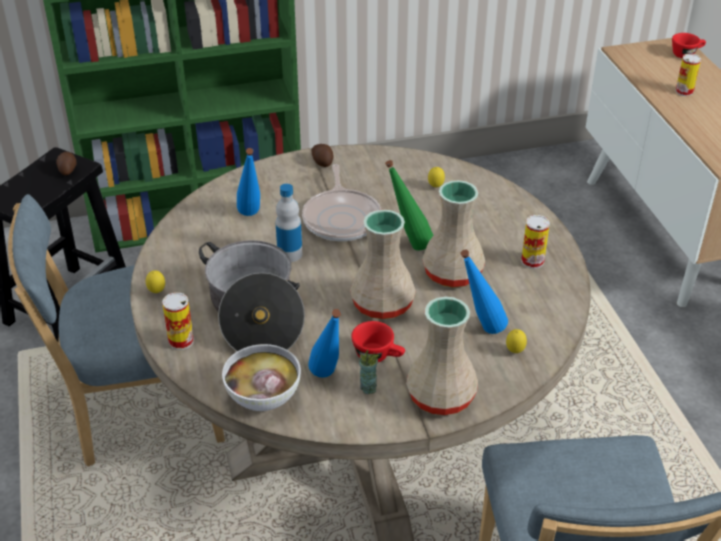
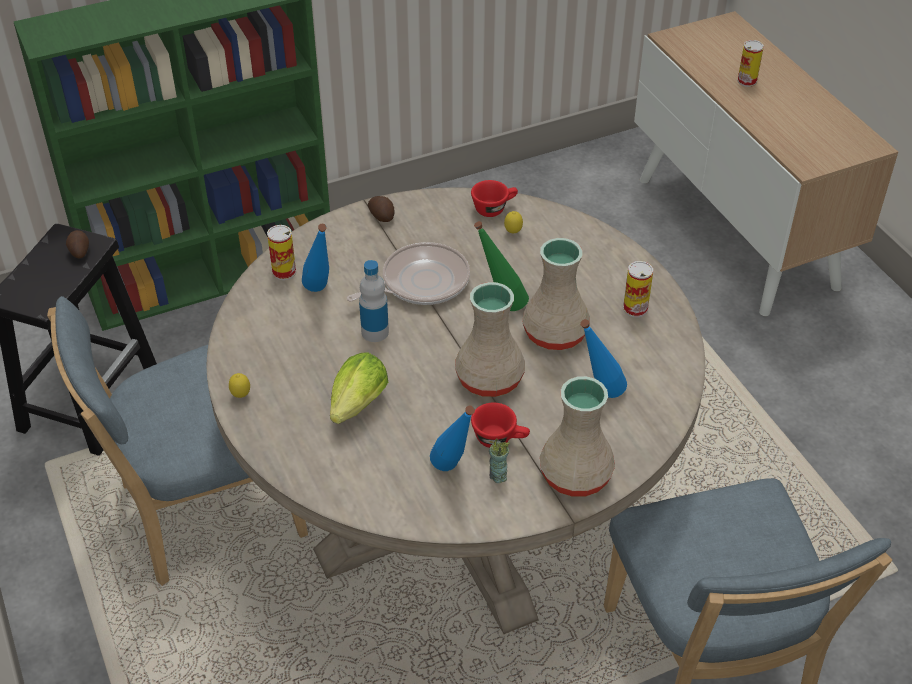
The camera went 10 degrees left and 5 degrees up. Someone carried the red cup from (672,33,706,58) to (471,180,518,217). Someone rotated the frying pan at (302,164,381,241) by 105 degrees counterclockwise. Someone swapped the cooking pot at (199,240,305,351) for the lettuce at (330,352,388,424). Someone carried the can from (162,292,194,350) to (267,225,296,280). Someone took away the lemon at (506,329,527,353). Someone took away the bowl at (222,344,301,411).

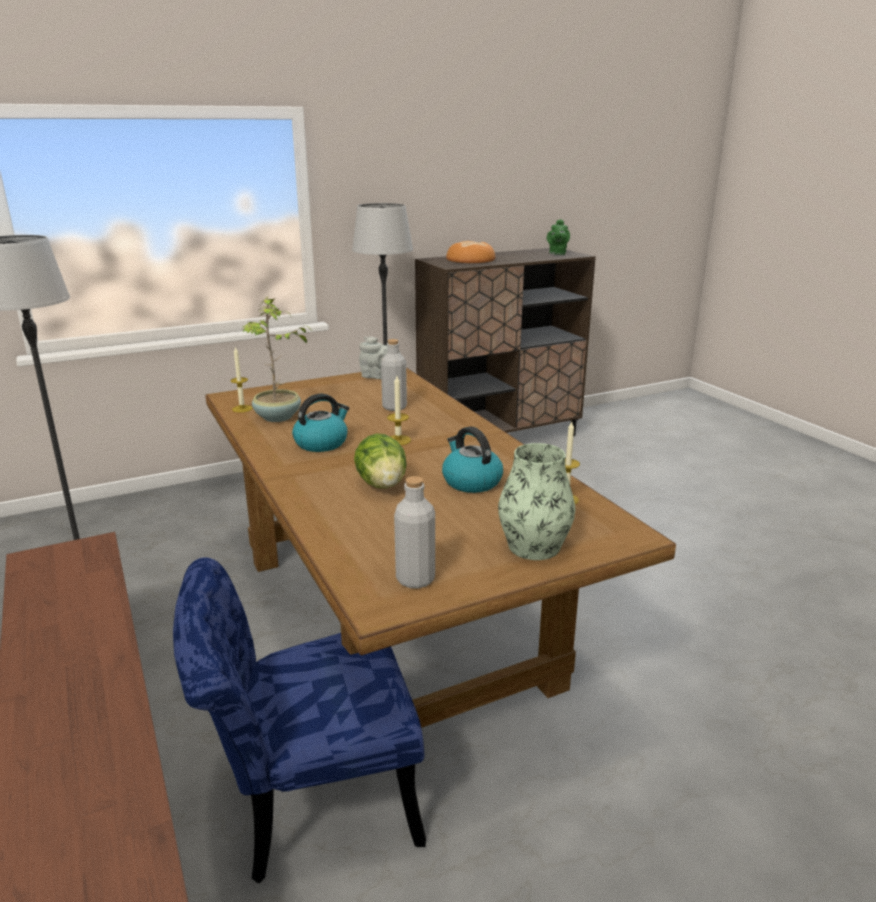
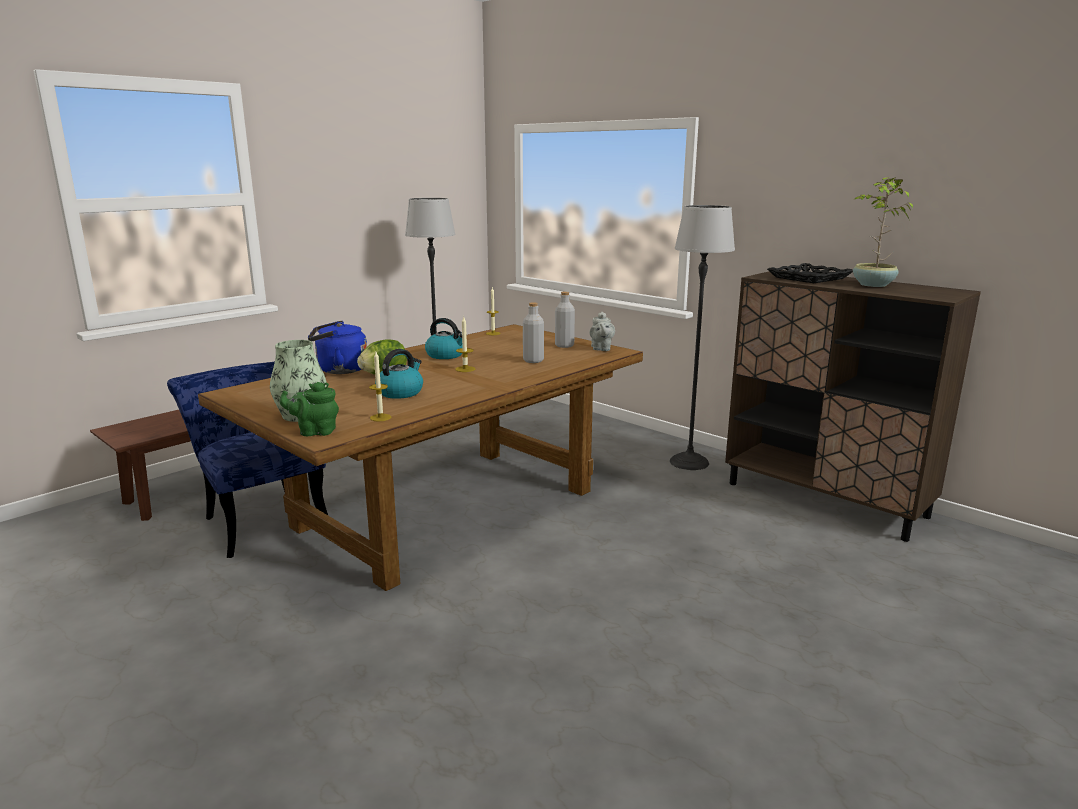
The camera went 70 degrees right and 5 degrees down. Someone carried the green teapot from (547,219,570,255) to (279,382,339,436). Someone swapped the bread at (446,241,495,263) for the black tray at (767,263,853,283). Someone carried the potted plant from (242,297,309,422) to (853,177,913,287). Someone carried the grey bottle from (394,476,435,589) to (555,292,575,348). Someone put down the blue kettle at (308,321,367,374).

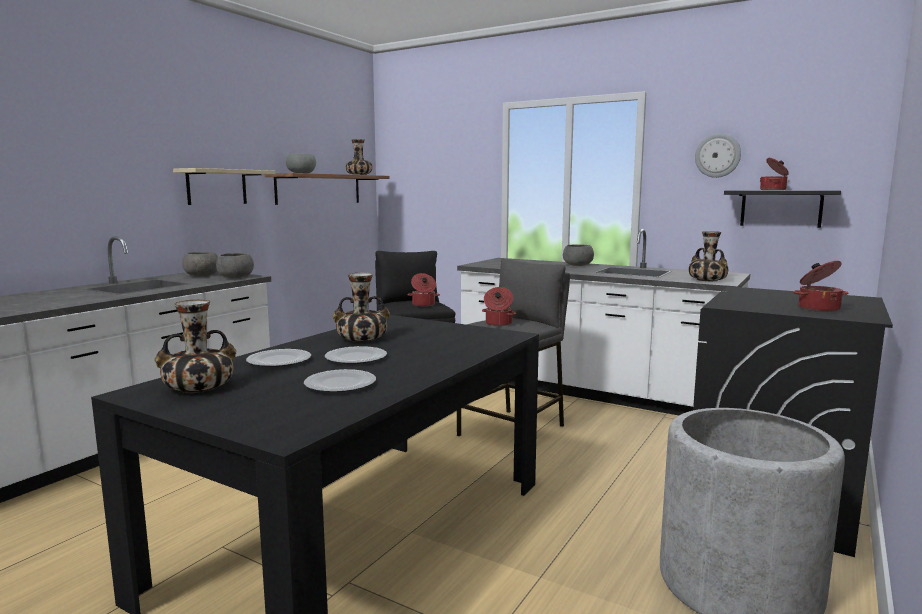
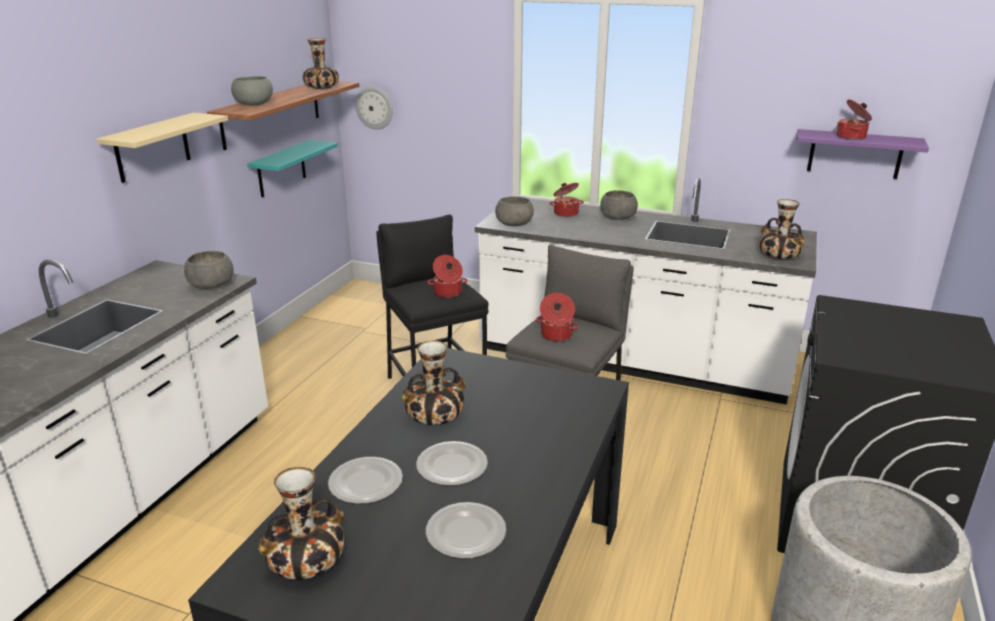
The camera went 10 degrees left and 15 degrees up. Someone carried the wall clock from (695,133,741,178) to (355,87,393,130). Someone repainted the black shelf at (724,191,841,228), which became the purple shelf at (796,129,929,179). Someone carried the grey bowl from (182,252,218,276) to (495,196,534,226). Someone carried the cooking pot from (793,261,848,312) to (549,183,584,217). Someone put up the turquoise shelf at (247,140,338,197).

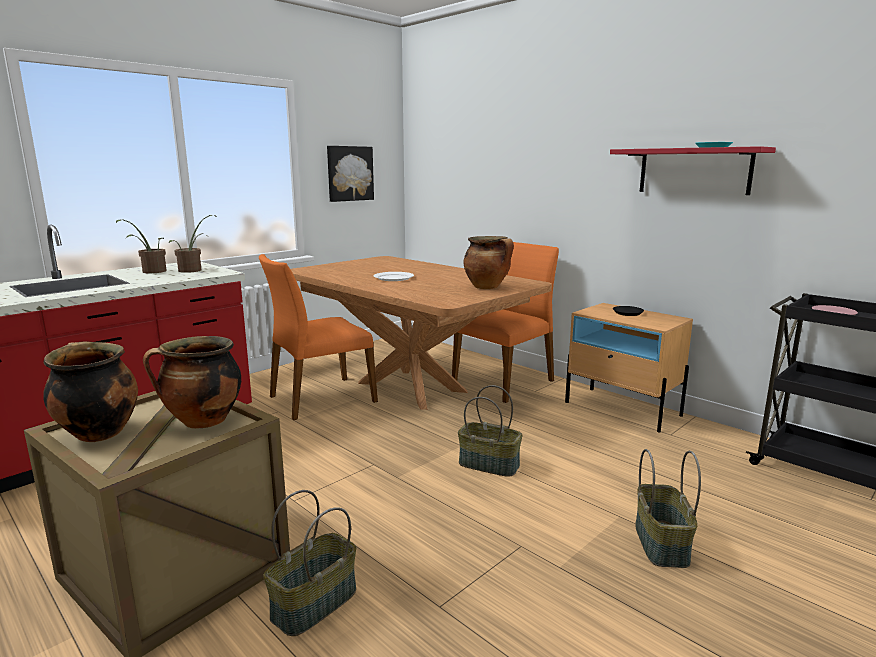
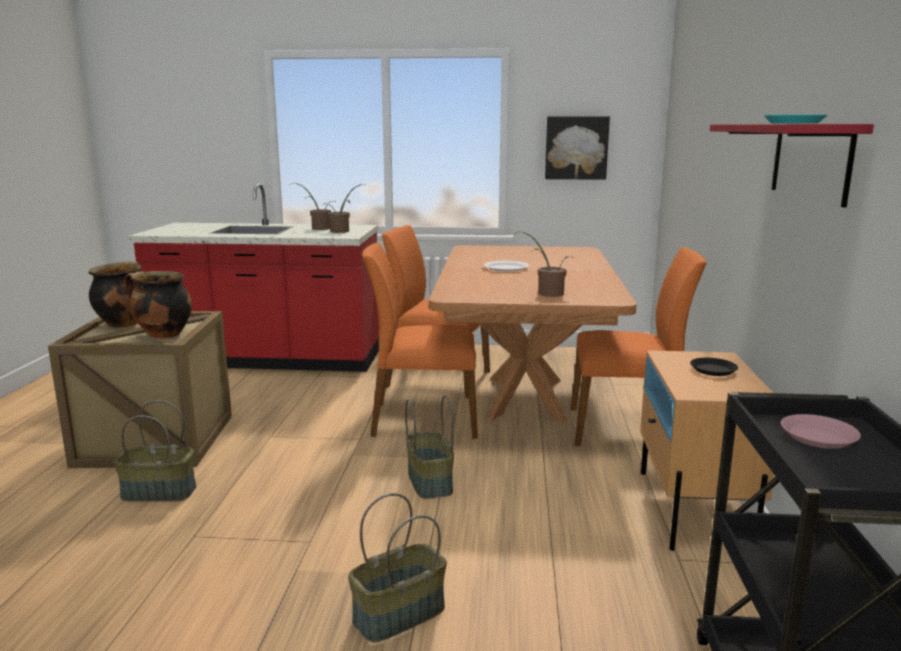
The camera went 50 degrees right and 0 degrees up. Someone swapped the cooking pot at (464,236,514,289) for the potted plant at (513,231,570,297). Someone put down the orange chair at (362,243,478,439).

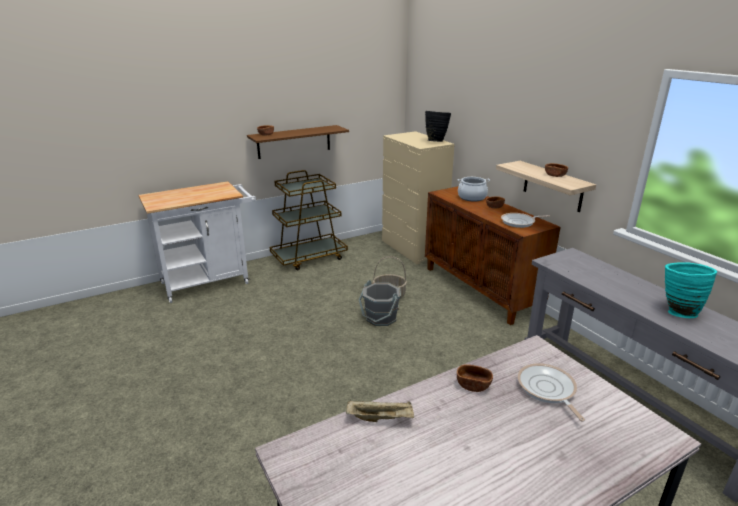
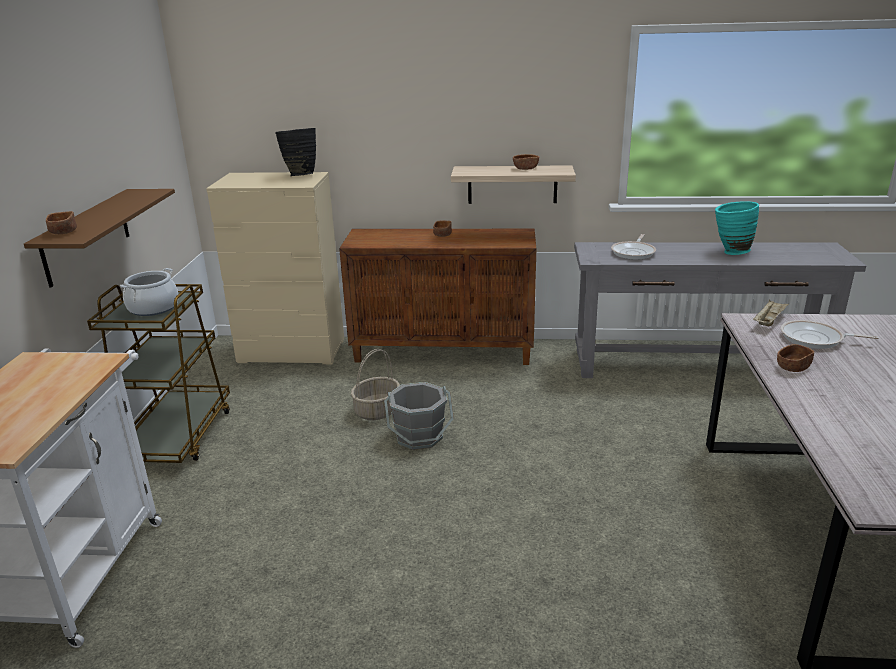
The camera went 55 degrees left and 0 degrees up. Someone carried the cooking pot from (457,177,490,202) to (120,268,178,316). Someone carried the frying pan from (501,213,550,228) to (611,234,656,260). Someone carried the beige tray from (346,400,414,422) to (753,299,789,326).

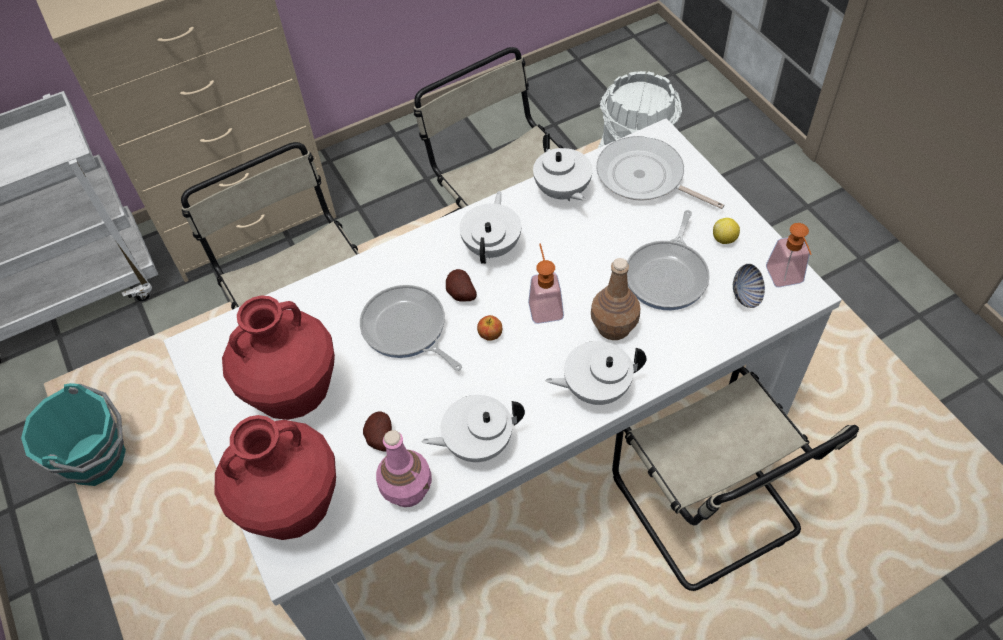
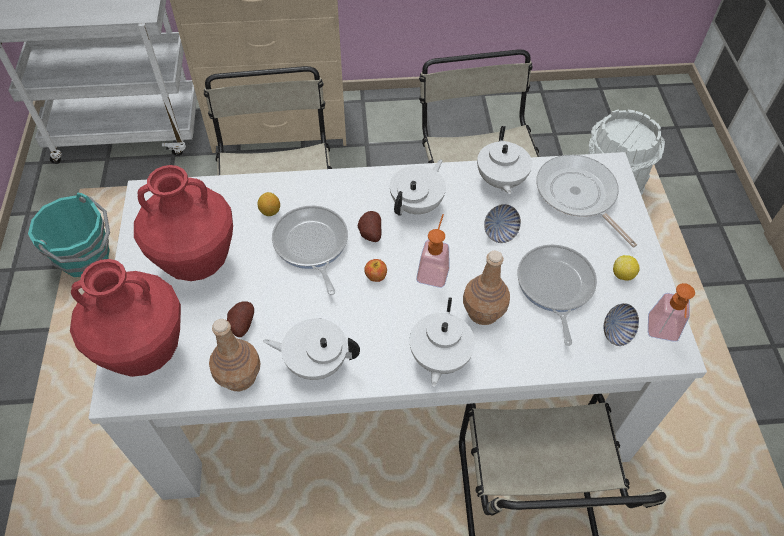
The camera went 20 degrees right and 0 degrees up. Someone rotated the frying pan at (627,210,710,310) by 135 degrees clockwise. Someone rotated the white teapot at (545,341,647,405) by 90 degrees counterclockwise. Someone repainted the pink bottle at (376,430,432,507), which became the brown bottle at (209,319,261,391). Someone put down the lemon at (258,192,280,216). Someone put down the bowl at (484,204,521,243).

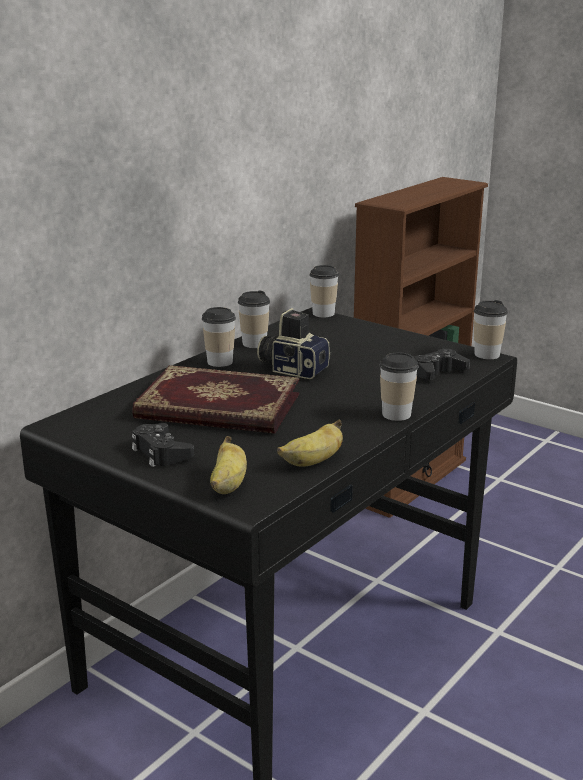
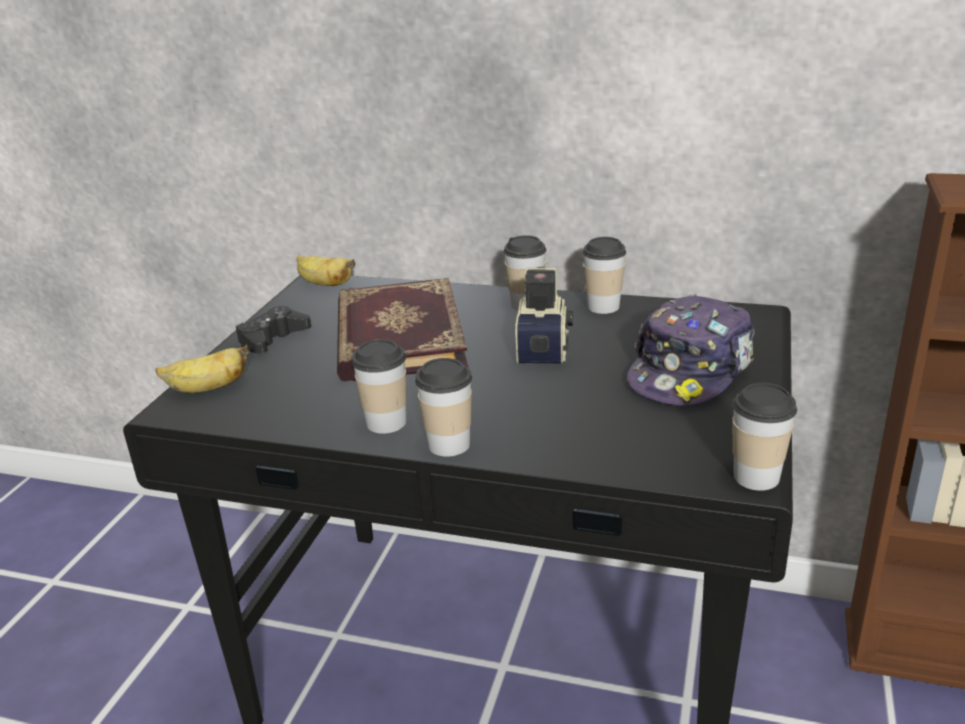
The camera went 70 degrees right and 5 degrees up. Someone carried the cup from (309,265,339,317) to (351,339,407,434). Someone took away the black game controller at (413,349,470,380). Someone carried the banana from (277,419,343,467) to (297,255,355,286). Someone put down the cap at (627,293,755,406).

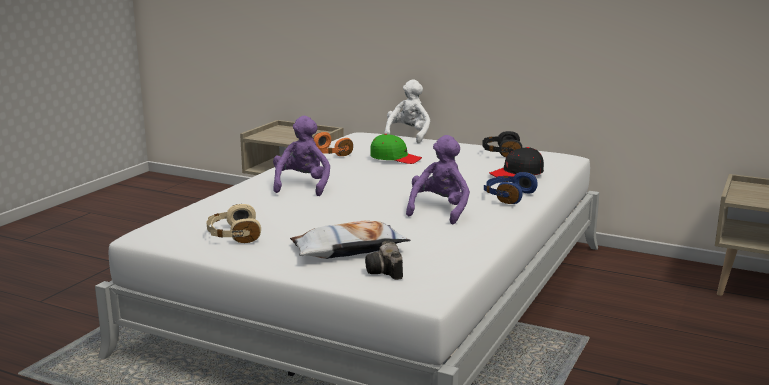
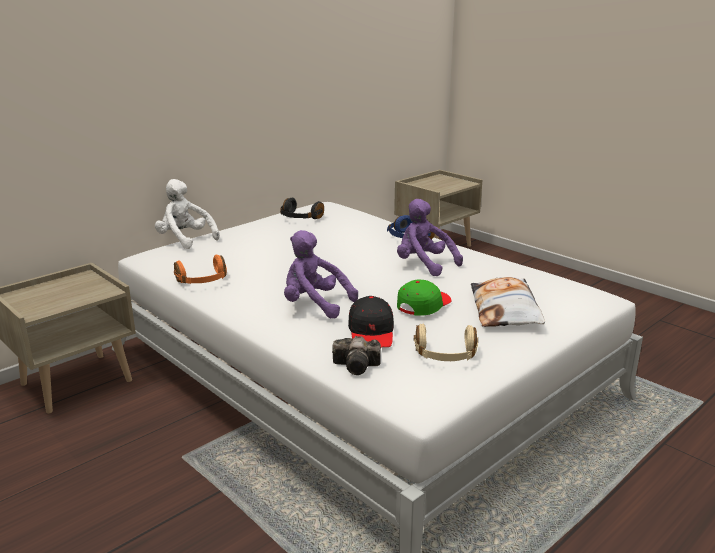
The camera went 70 degrees left and 5 degrees up. Someone carried the green cap from (370,134,422,164) to (397,280,452,316). Someone carried the black cap from (489,147,544,177) to (348,296,394,347). Someone carried the photo camera from (365,240,403,280) to (332,336,381,375).

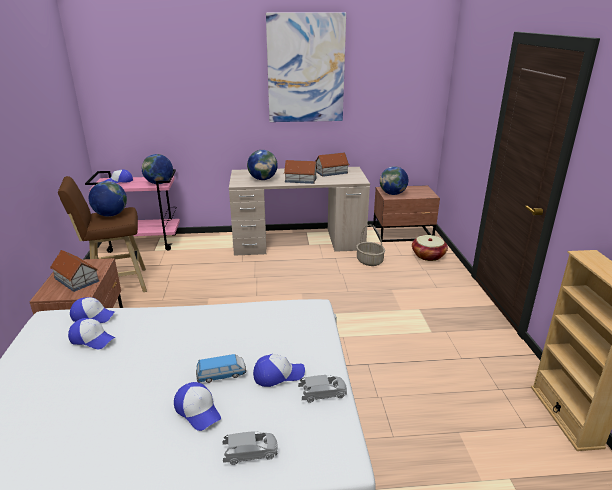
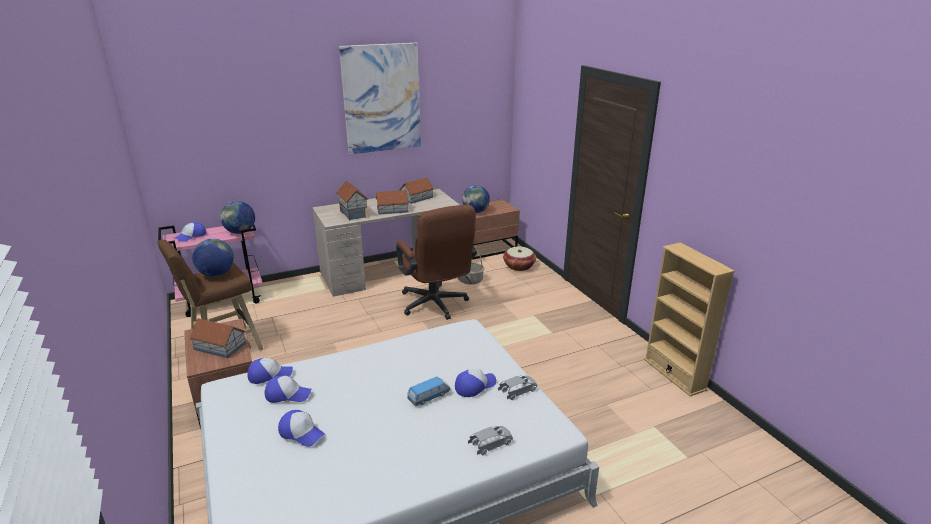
The camera went 20 degrees left and 0 degrees up. Someone swapped the globe at (247,150,278,180) for the toy house at (336,181,368,221). Someone carried the cap from (174,382,221,431) to (278,410,325,447). Someone put down the brown office chair at (396,205,477,320).

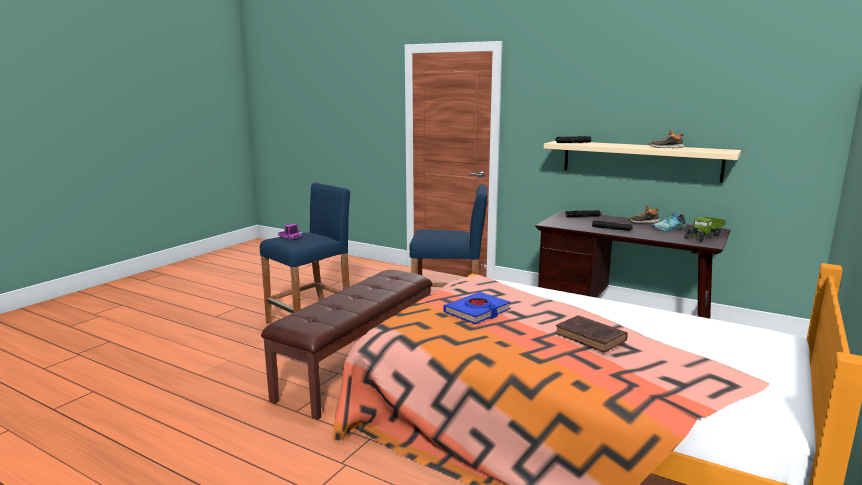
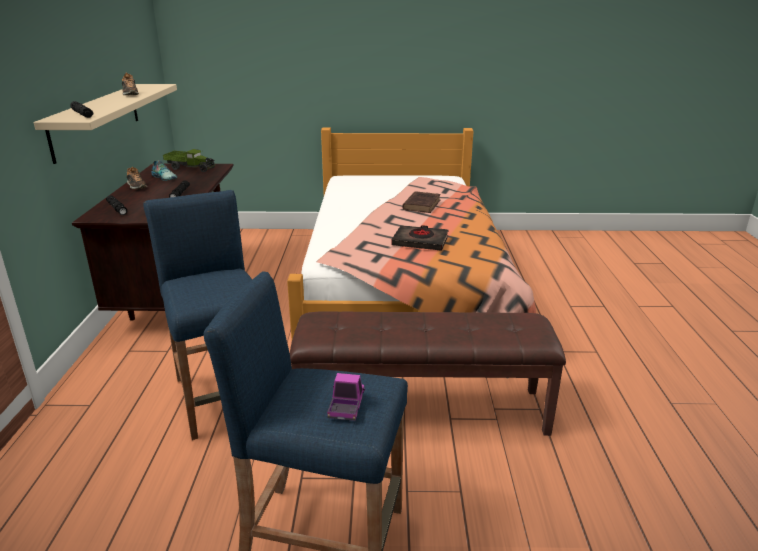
The camera went 120 degrees left and 10 degrees up. Someone repainted the blue book at (443,292,511,324), which became the black book at (392,225,449,251).

